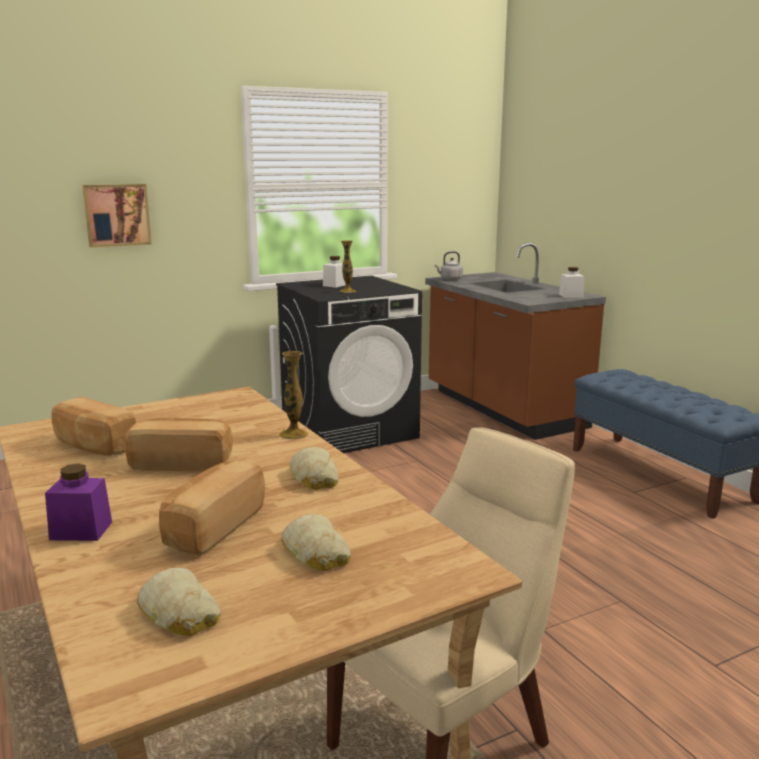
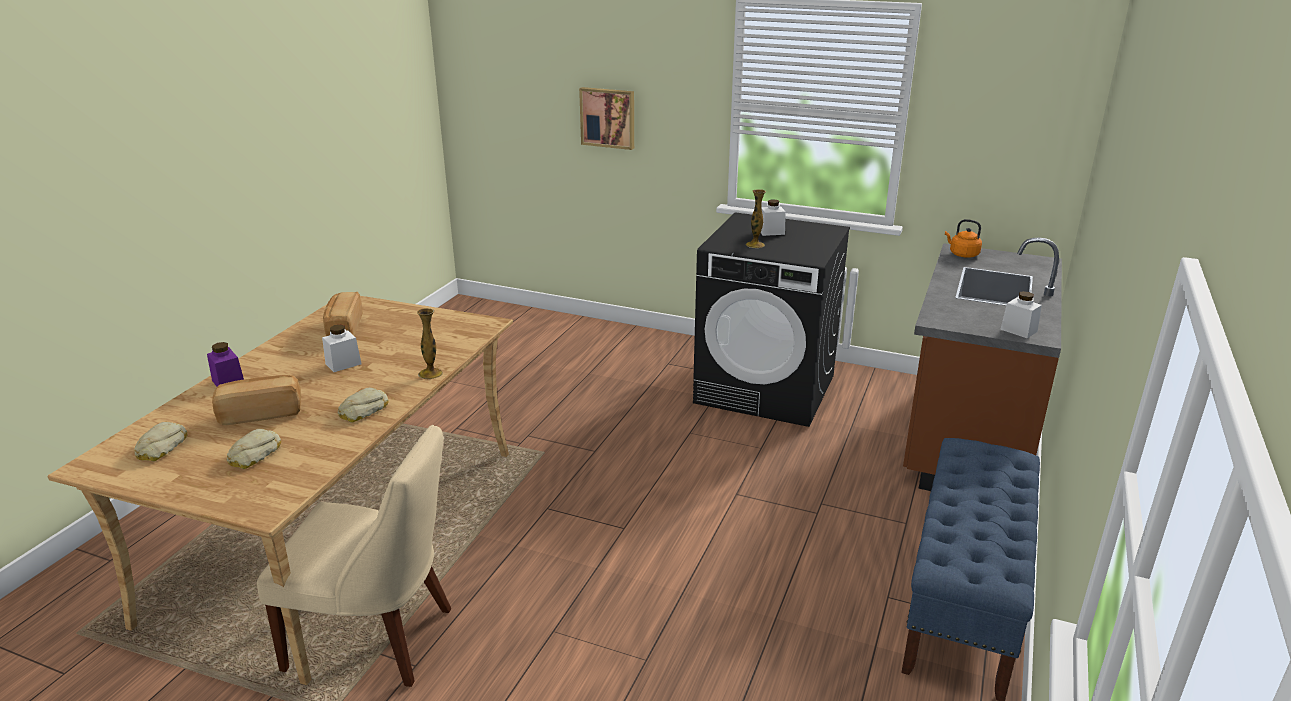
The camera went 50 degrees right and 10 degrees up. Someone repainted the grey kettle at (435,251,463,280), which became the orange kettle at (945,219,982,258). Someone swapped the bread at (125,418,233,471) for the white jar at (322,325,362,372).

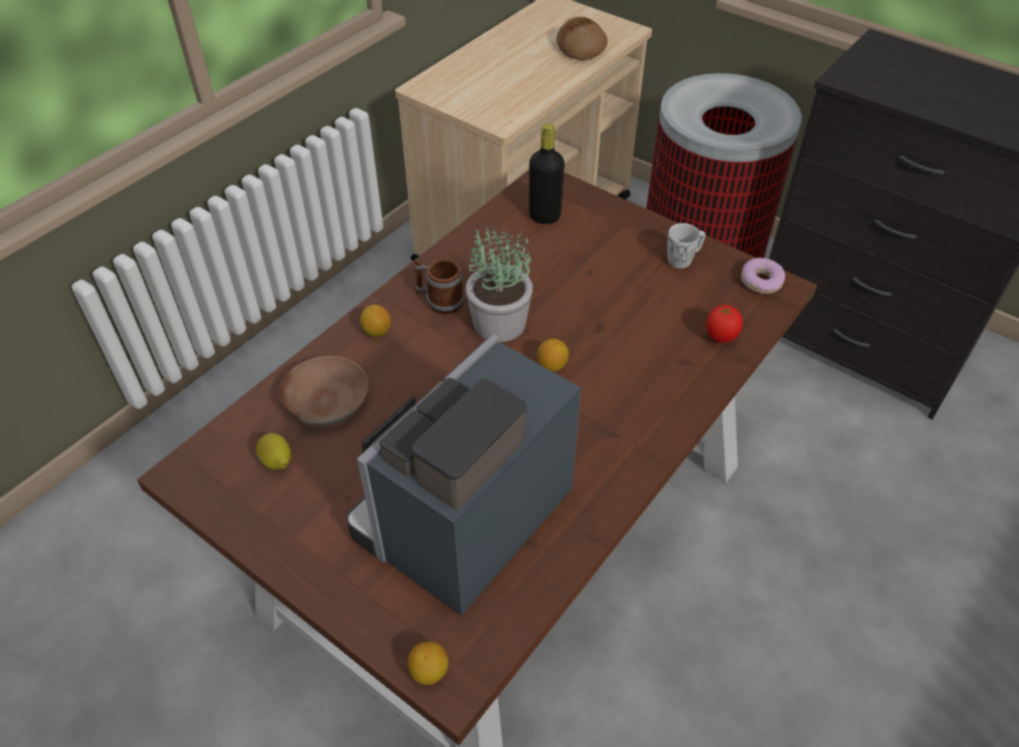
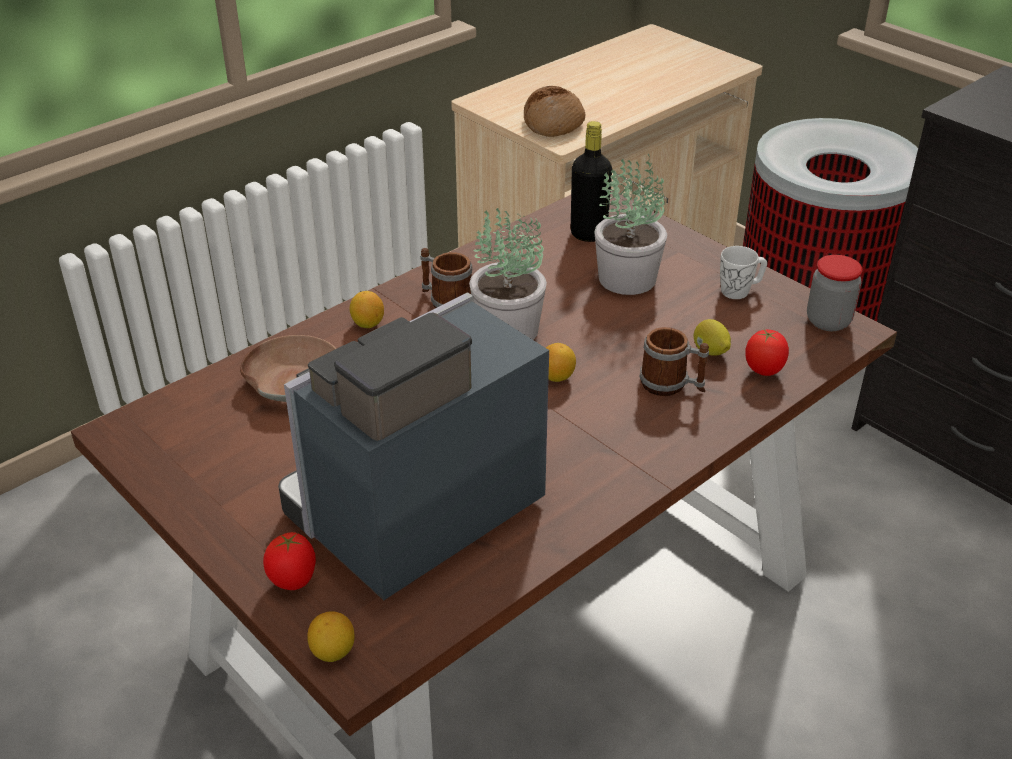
The camera went 10 degrees right and 10 degrees down. Someone carried the bread from (556,17,608,60) to (524,86,586,137). Someone swapped the donut at (741,258,785,294) for the jar at (807,255,863,331). Someone carried the lemon from (256,433,291,470) to (694,319,731,356). Someone put down the potted plant at (594,154,667,295). Someone put down the mug at (639,327,709,396). Someone put down the tomato at (263,532,316,590).

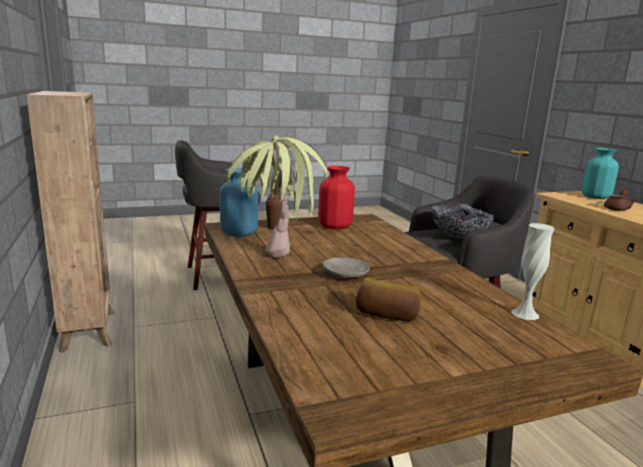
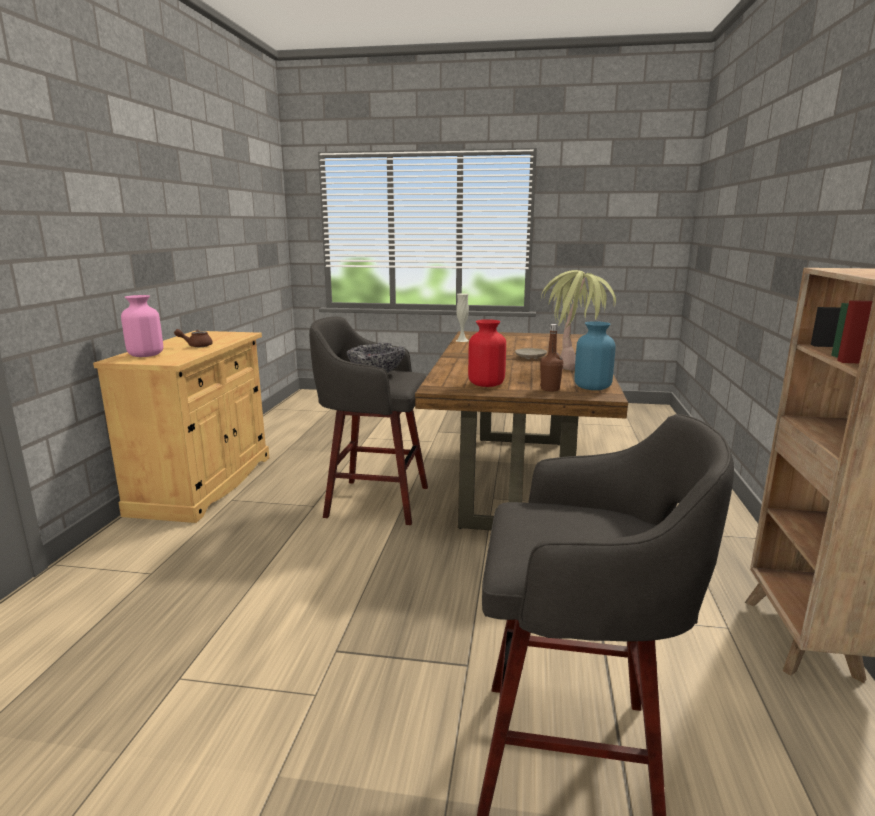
The camera went 150 degrees left and 0 degrees up. Someone repainted the turquoise vase at (582,148,619,199), which became the pink vase at (121,295,163,357). Someone took away the bread at (356,277,420,321).

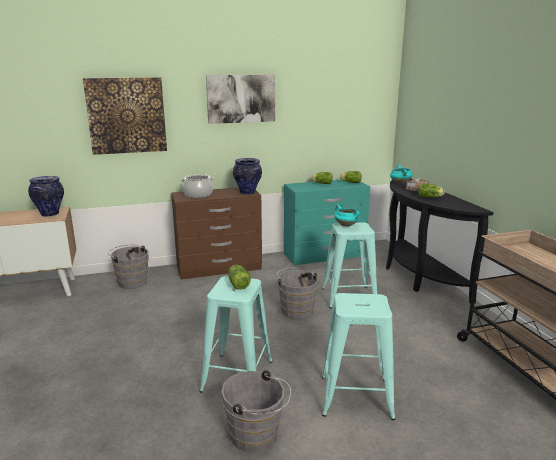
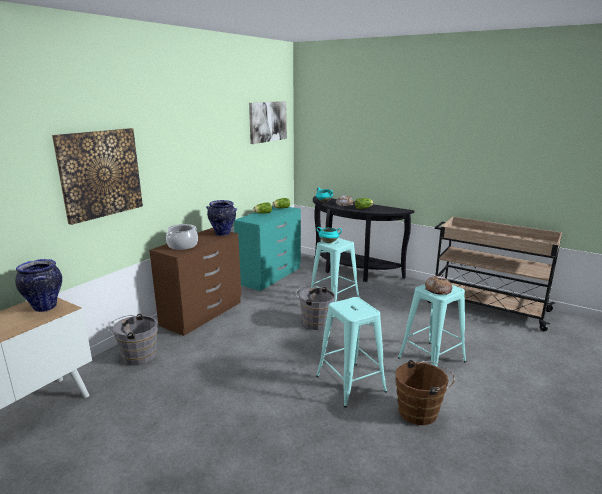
The camera went 40 degrees left and 0 degrees up. Someone carried the picture from (206,75,275,124) to (249,101,287,144). Someone took away the lettuce at (228,265,251,290). Someone repainted the grey bucket at (221,370,291,453), which became the brown bucket at (395,360,455,425). Someone put down the bread at (425,276,453,295).

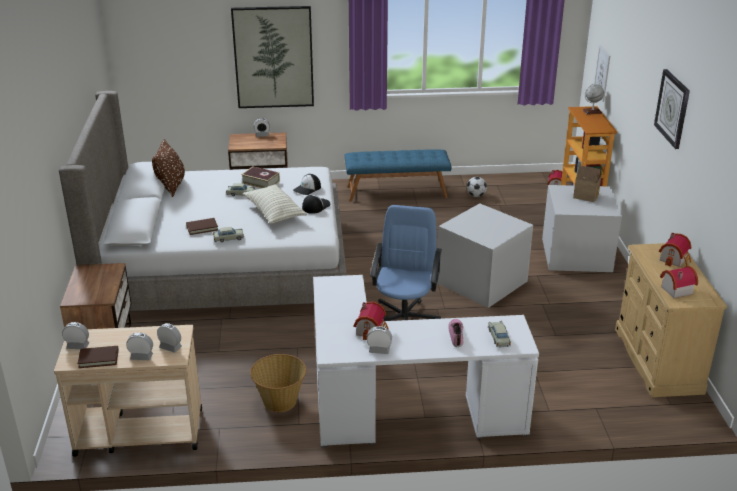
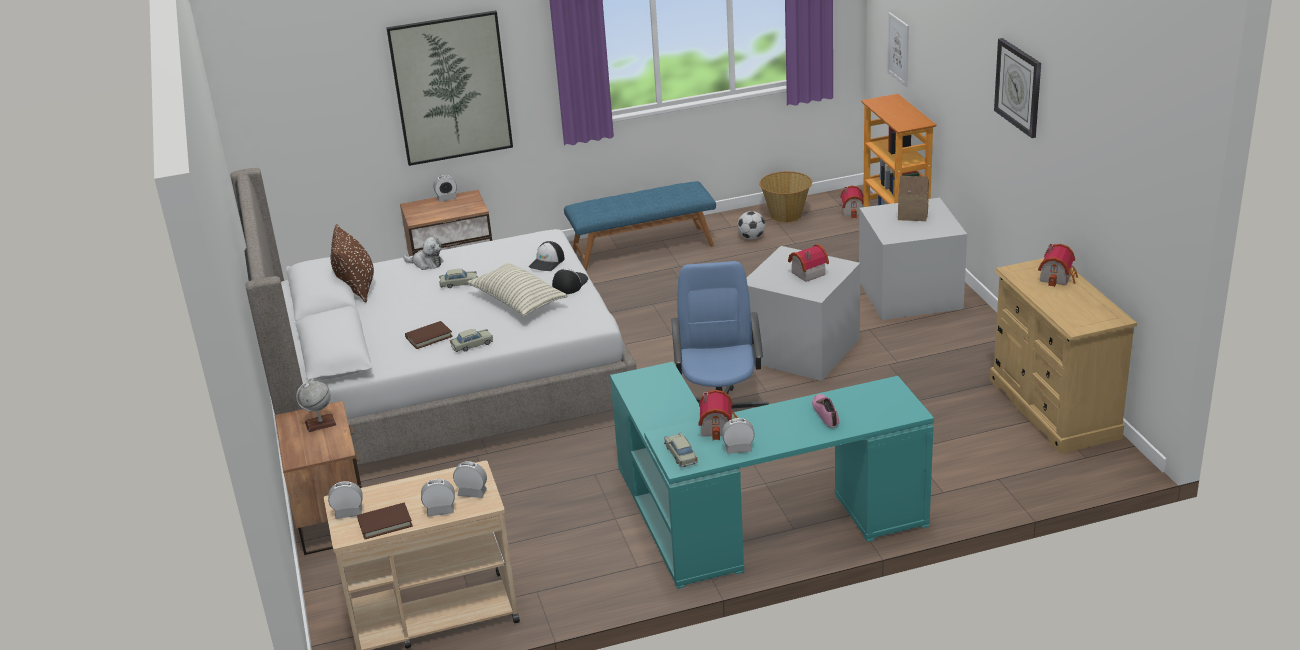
The camera went 10 degrees left and 0 degrees up. Someone carried the globe from (583,84,604,115) to (296,380,337,432). Someone took away the book at (241,166,280,188). Someone carried the toy house from (660,266,698,298) to (788,244,829,282). Someone repainted the white desk at (313,275,539,447), which became the turquoise desk at (610,362,934,589). Someone carried the beige toy car from (488,321,511,347) to (664,432,698,467). Someone carried the basket from (250,354,306,412) to (759,171,812,223). Someone put down the plush toy at (403,237,443,270).

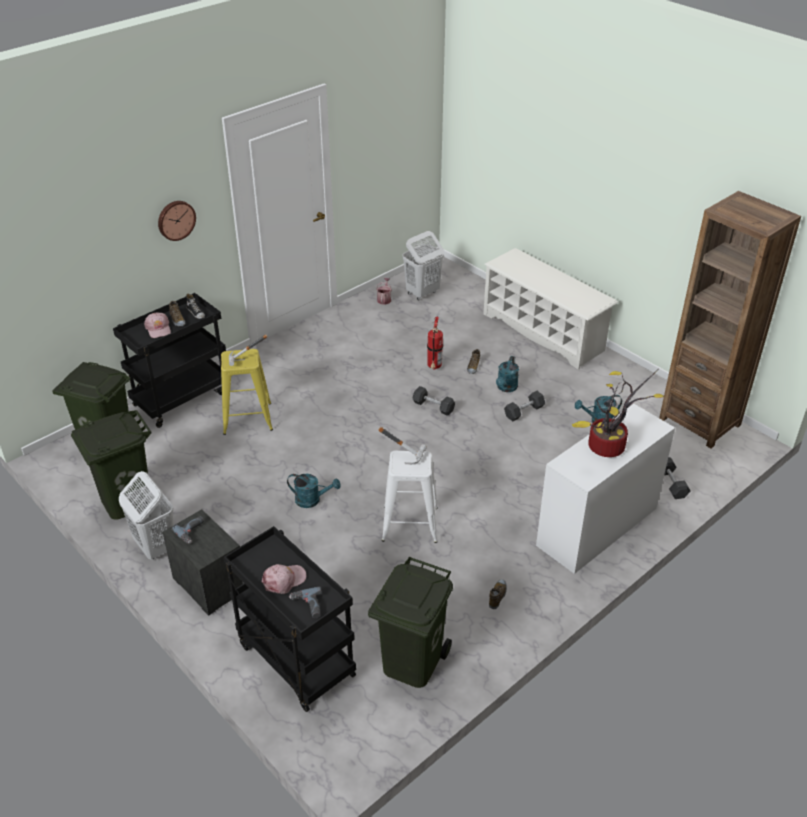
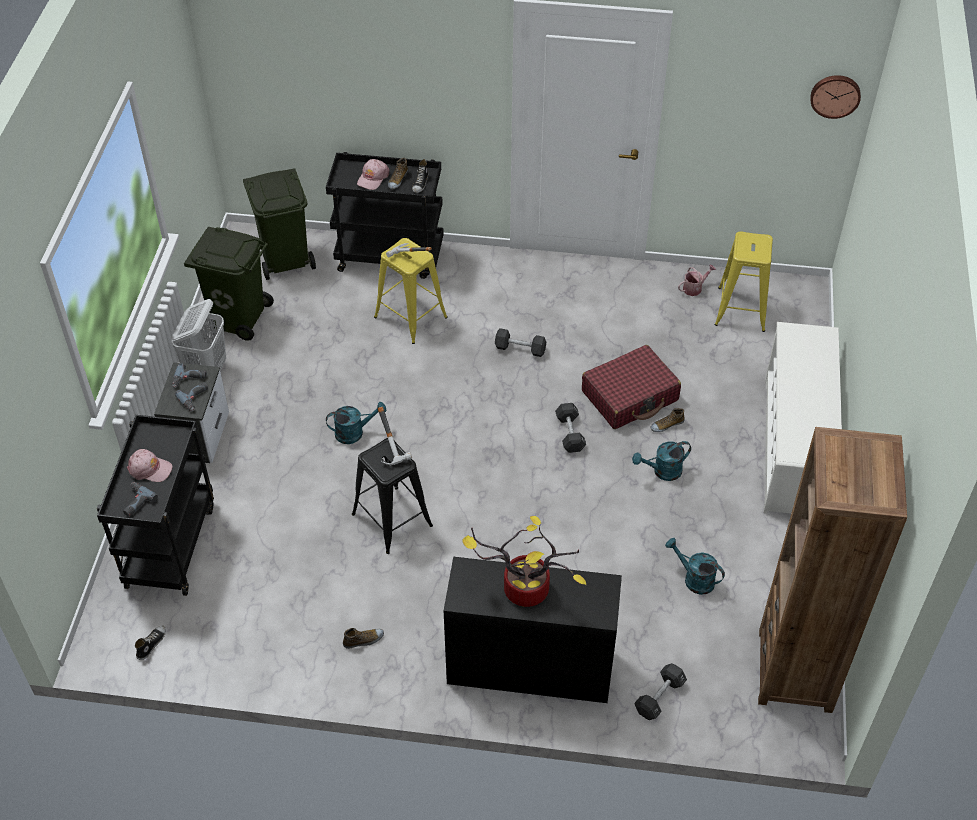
The camera went 50 degrees right and 10 degrees up. Someone carried the wall clock from (158,201,196,241) to (810,75,861,119). Someone swapped the white laundry basket at (403,231,444,300) for the yellow stool at (714,231,773,332). Someone swapped the fire extinguisher at (427,317,443,370) for the red suitcase at (582,345,681,429). Someone carried the black dumbbell from (504,391,545,422) to (495,328,546,357). Someone repainted the white desk at (536,404,675,574), which became the black desk at (444,557,622,703). Someone repainted the white stool at (382,450,438,543), which became the black stool at (352,438,433,554). Someone rotated the turquoise watering can at (287,474,341,508) by 75 degrees counterclockwise. Someone took away the green trash can at (368,557,453,688). Someone put down the power drill at (175,382,208,411). Someone put down the shoe at (135,626,166,660).

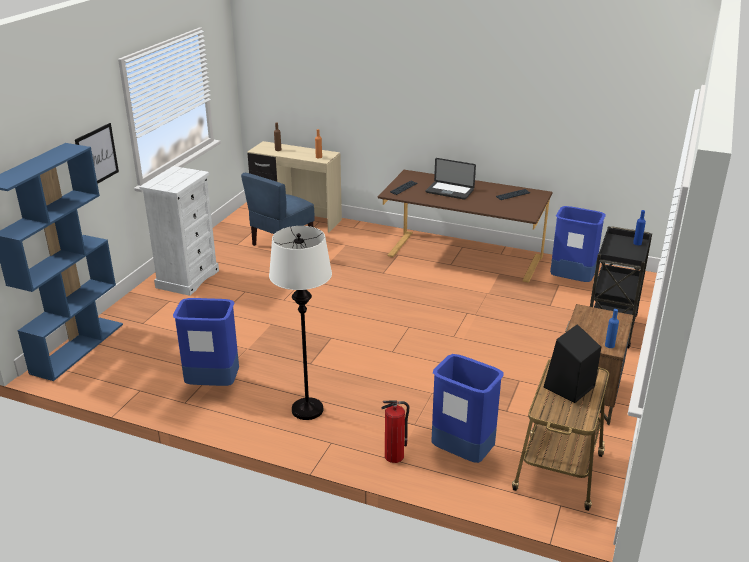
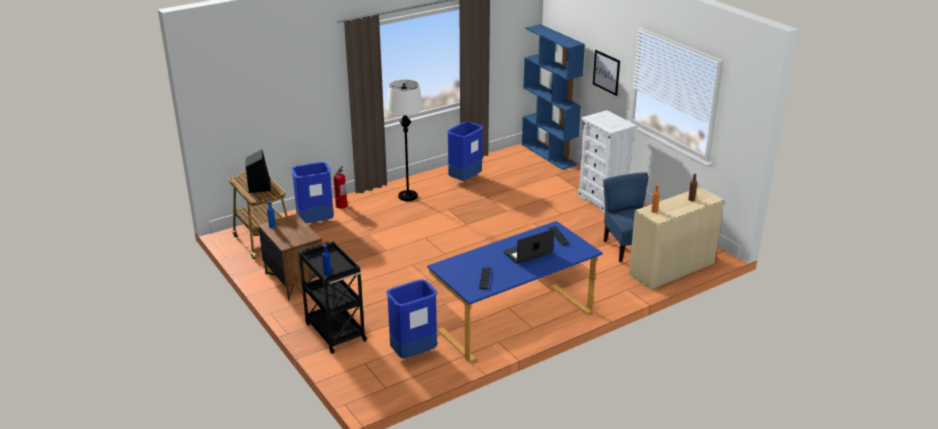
The camera went 125 degrees right and 0 degrees up. Someone repainted the brown desk at (378,170,552,283), which became the blue desk at (427,221,603,363).

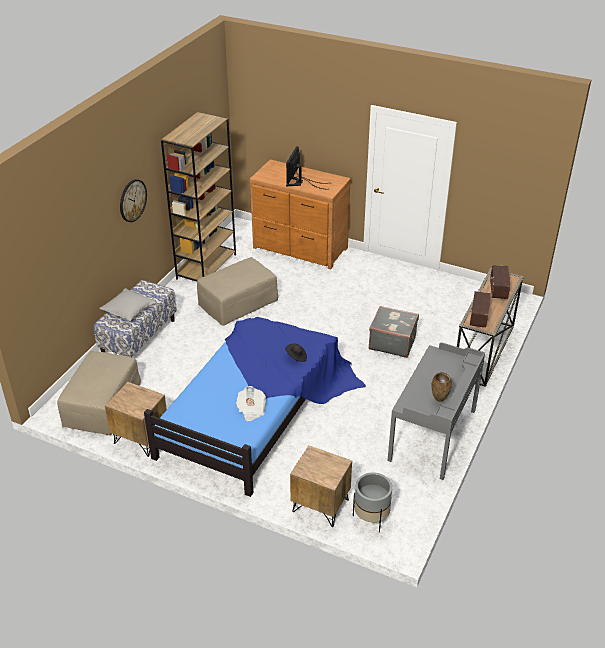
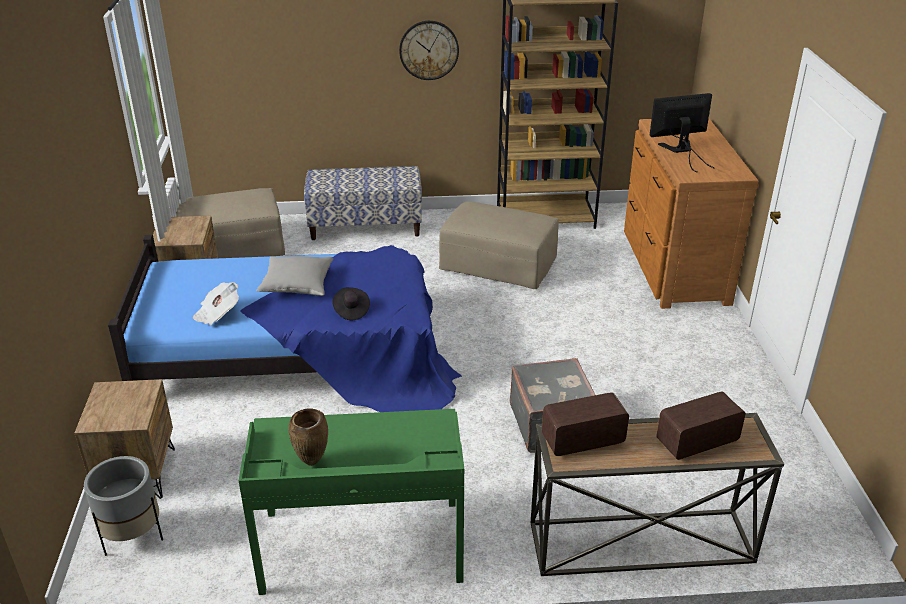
The camera went 60 degrees right and 5 degrees down. Someone carried the grey pillow from (99,288,156,321) to (256,256,333,296). Someone repainted the grey desk at (387,342,485,480), which became the green desk at (239,409,464,595).

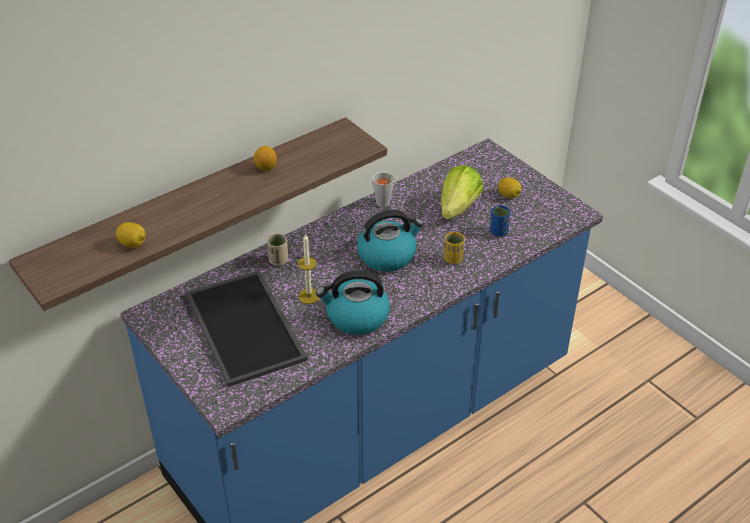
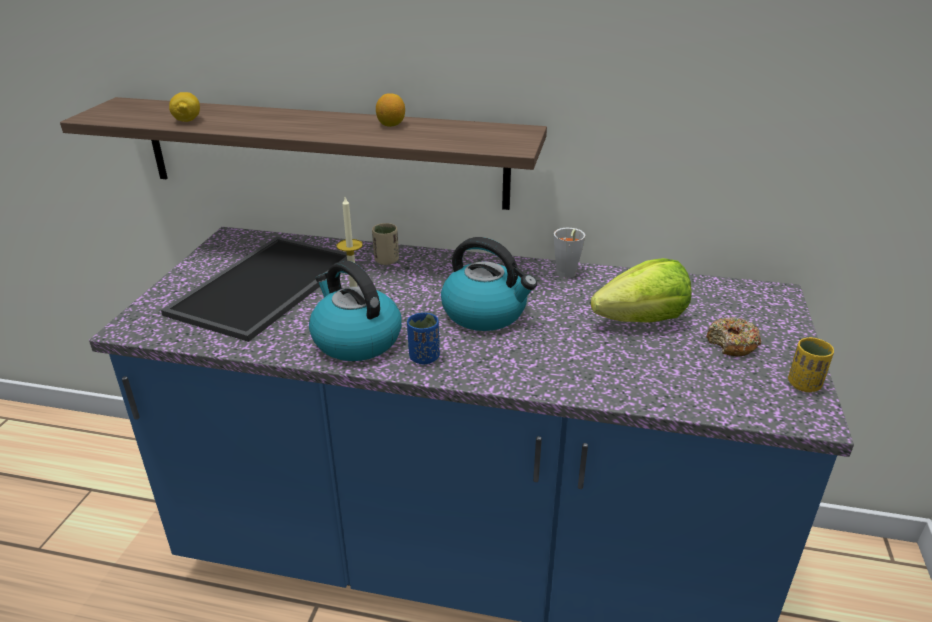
The camera went 50 degrees right and 10 degrees down. Someone swapped the lemon at (498,177,521,198) for the donut at (706,317,761,357). Someone carried the blue cup from (490,205,510,237) to (407,313,440,364). Someone carried the yellow cup from (444,232,465,264) to (788,337,834,392).

